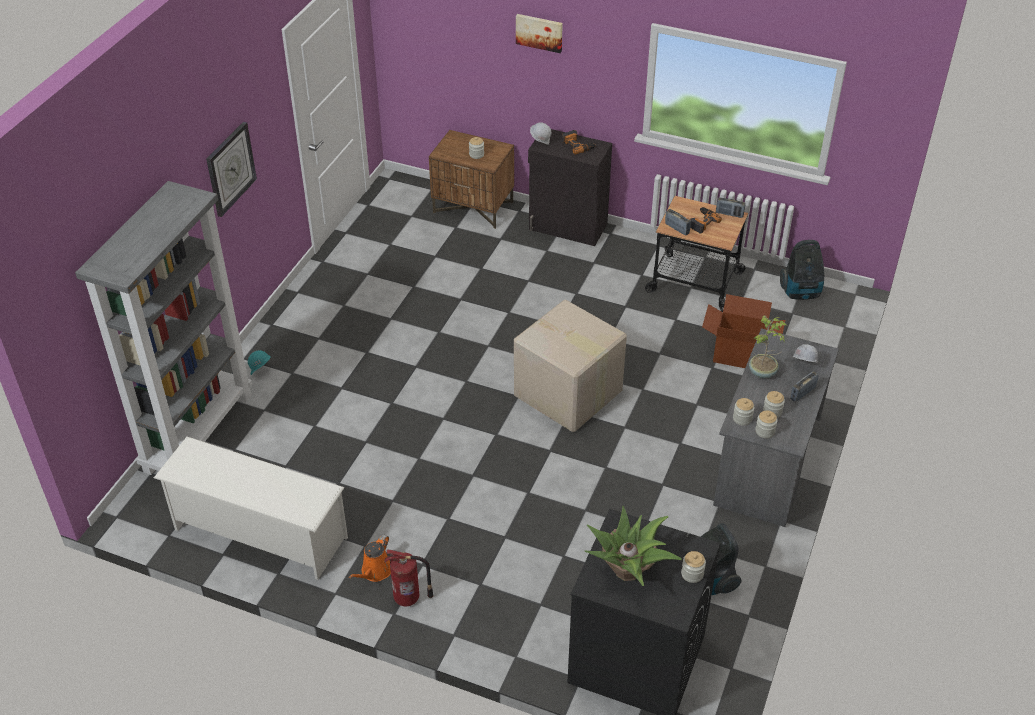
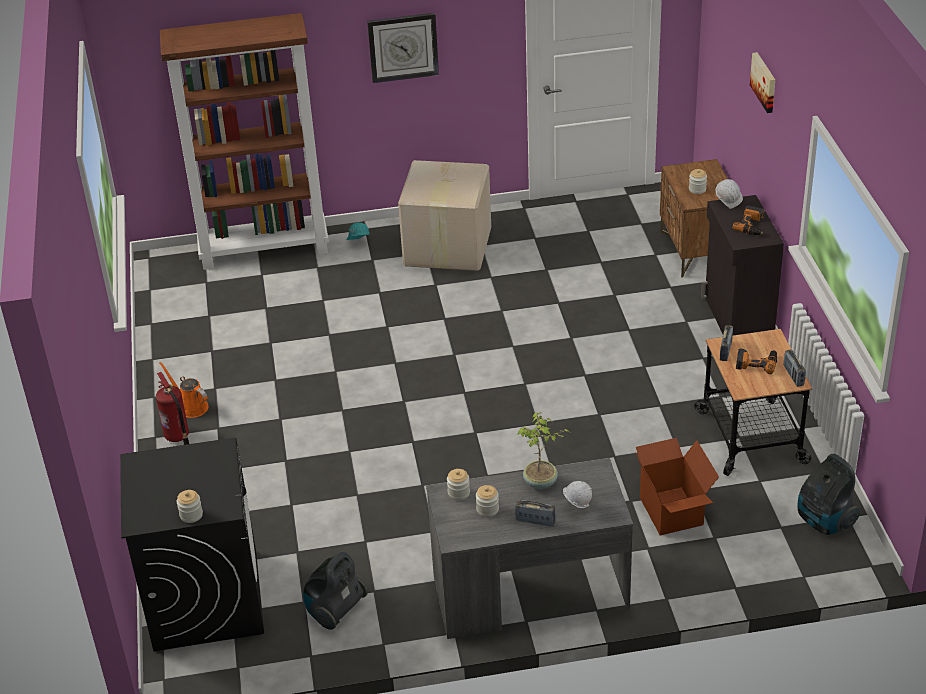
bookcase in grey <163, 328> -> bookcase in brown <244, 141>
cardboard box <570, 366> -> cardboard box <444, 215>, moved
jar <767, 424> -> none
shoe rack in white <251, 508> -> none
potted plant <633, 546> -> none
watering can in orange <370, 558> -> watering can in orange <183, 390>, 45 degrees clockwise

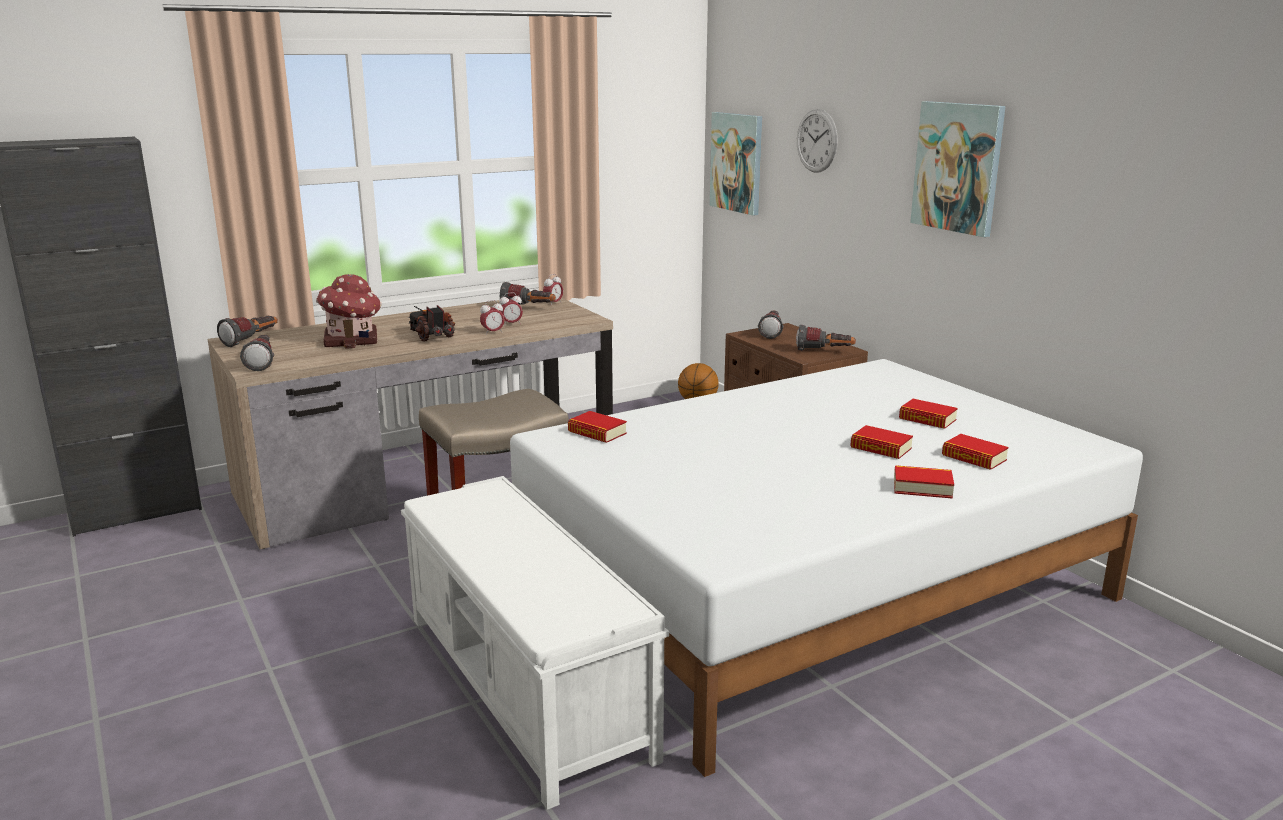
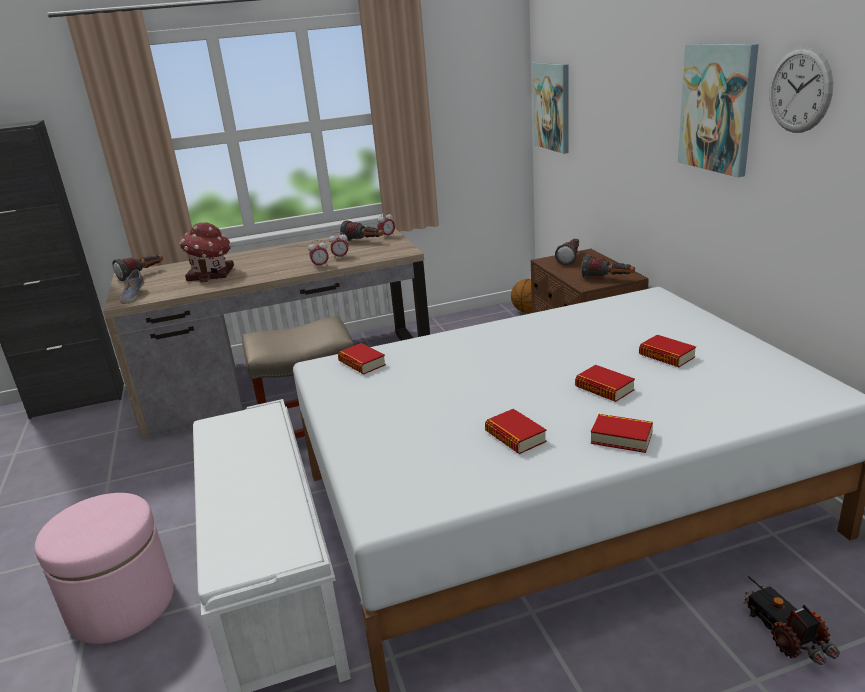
wall clock <817, 141> -> wall clock <801, 89>, moved
toy truck <431, 323> -> toy truck <791, 620>, moved
flashlight <257, 353> -> shoe <132, 287>
book <975, 452> -> book <516, 431>, moved
none -> ottoman in pink <104, 568>

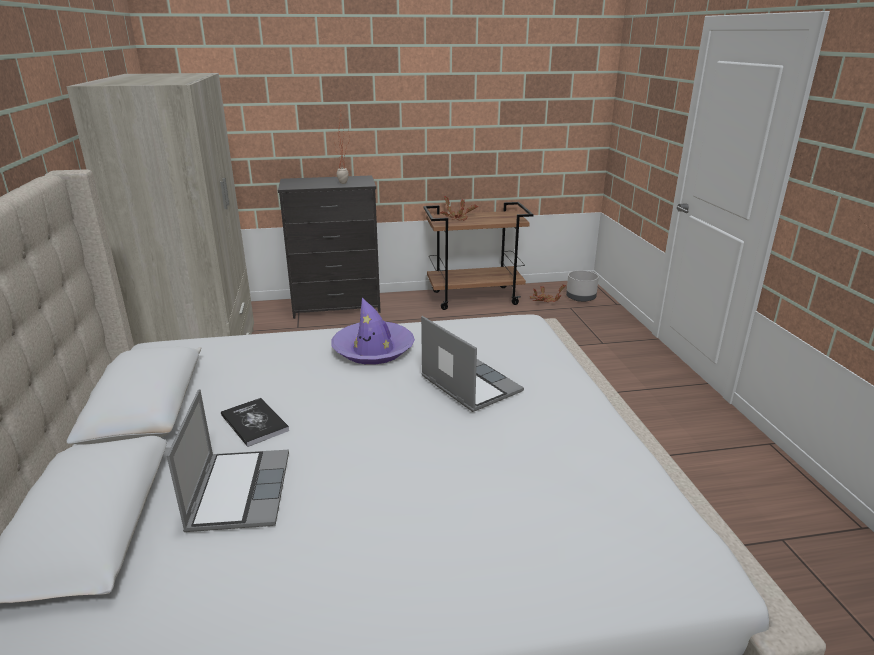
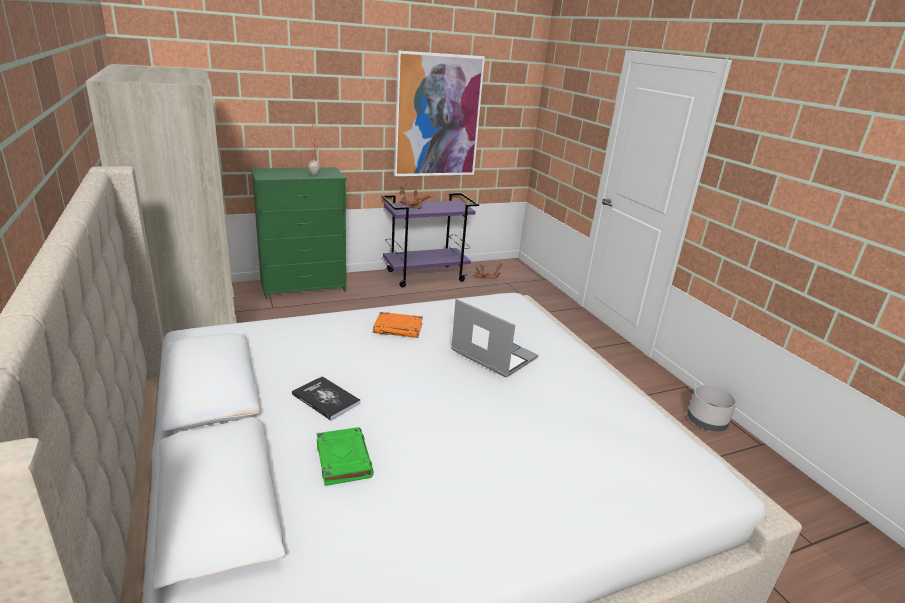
dresser in black <329, 247> -> dresser in green <299, 233>
cart in brown <479, 256> -> cart in purple <430, 240>
planter in grey <582, 286> -> planter in grey <712, 408>, moved
hat in purple <373, 331> -> book in orange <398, 325>
laptop <228, 460> -> book in green <345, 456>
none -> picture <439, 113>

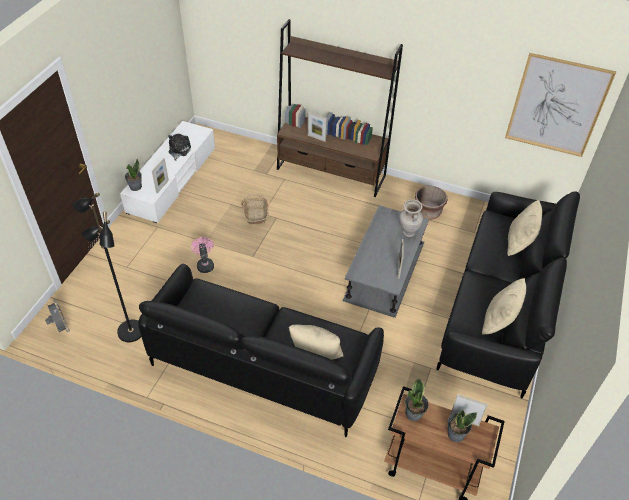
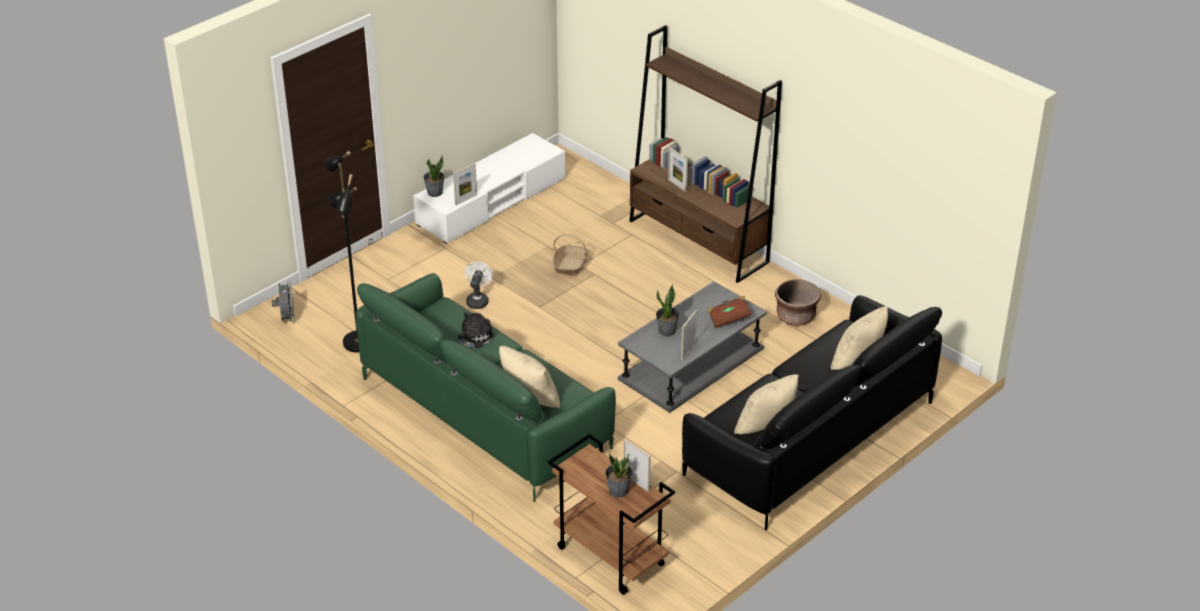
picture <560, 105> -> none
plush toy <179, 147> -> plush toy <476, 330>, moved
vase in beige <411, 218> -> book in brown <729, 312>
fan in pink <202, 255> -> fan in white <478, 285>
sofa in black <261, 350> -> sofa in green <486, 387>
potted plant <417, 399> -> potted plant <668, 310>, moved

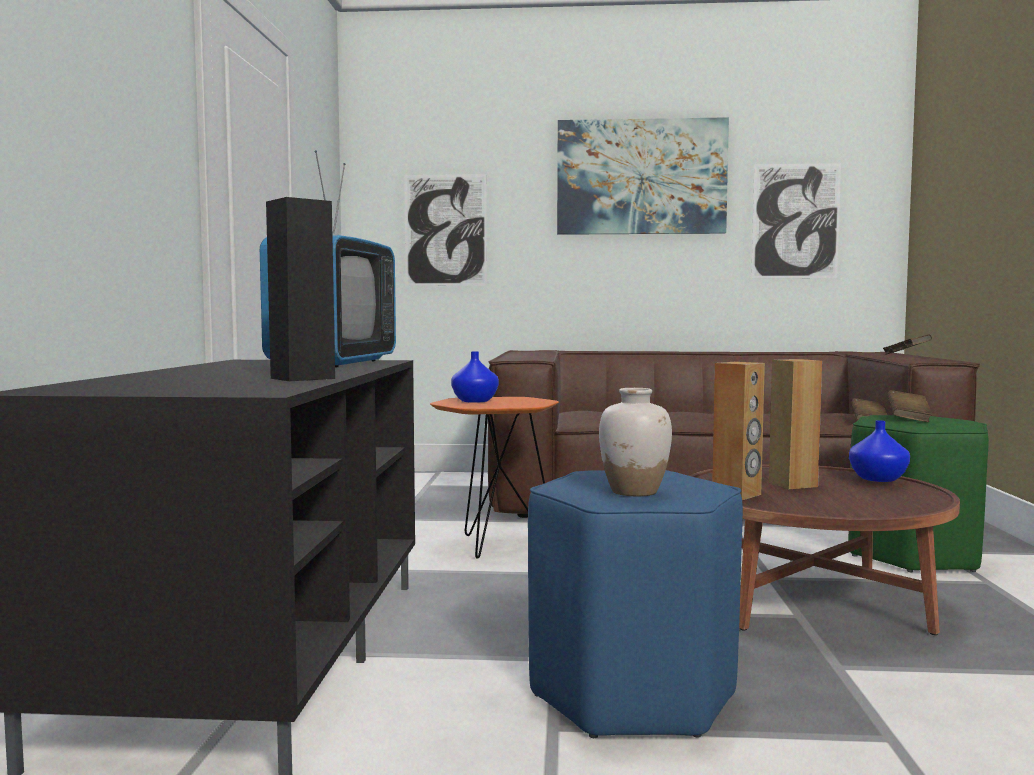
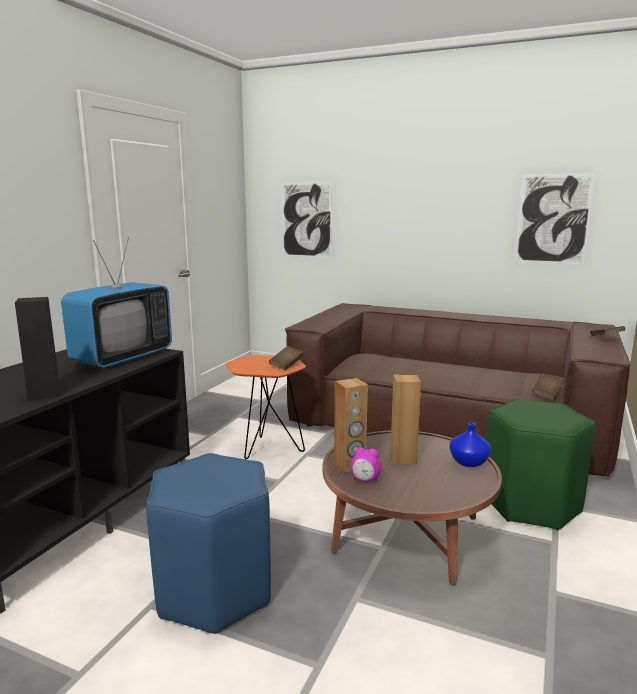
picture <643, 176> -> none
vase in blue <475, 377> -> none
vase in white <635, 442> -> none
book in brown <909, 406> -> book in brown <286, 358>, moved
none -> alarm clock <366, 465>

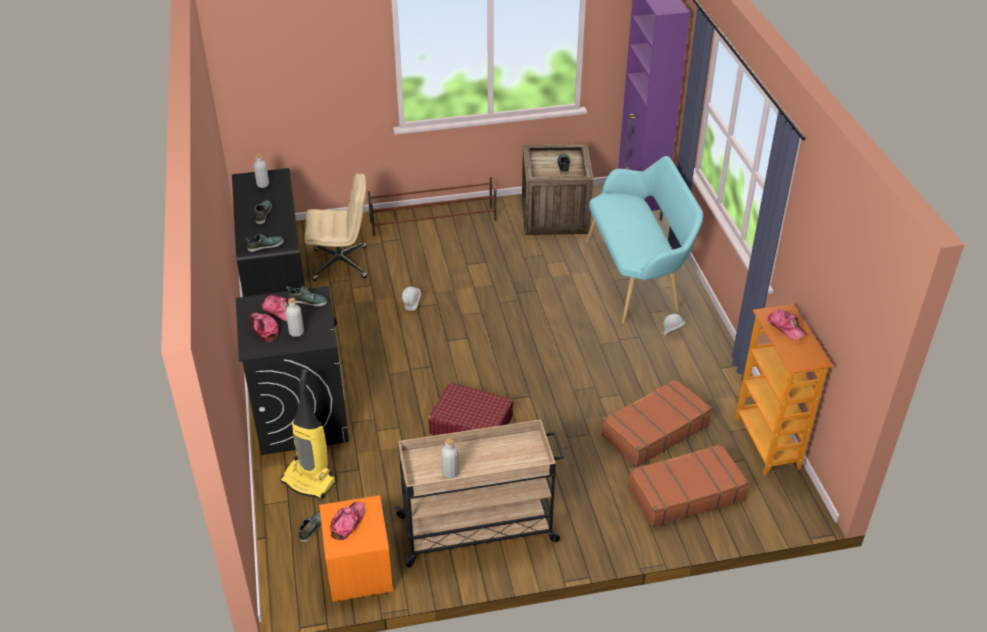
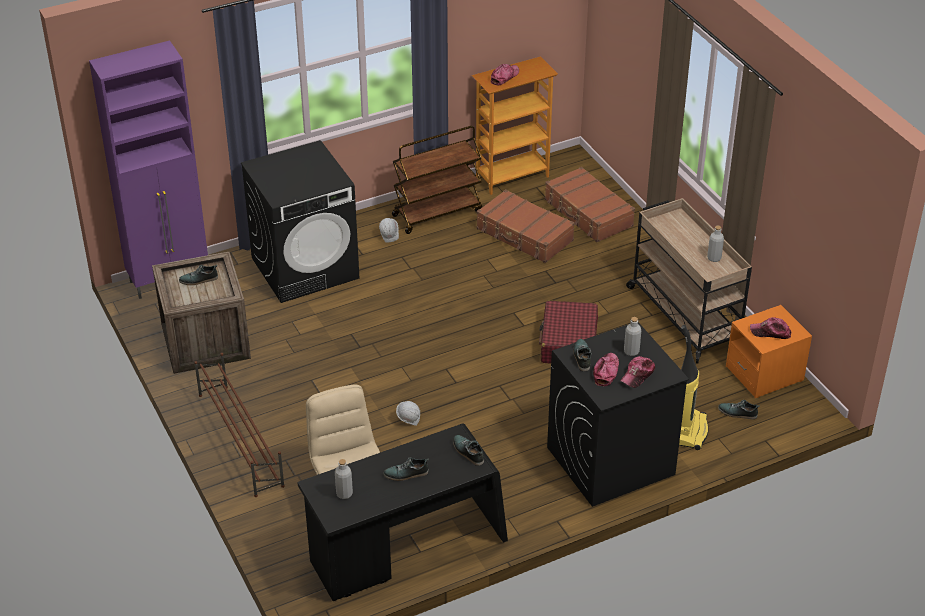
bench in turquoise <644, 240> -> washing machine in black <300, 221>
none -> cart in brown <437, 180>

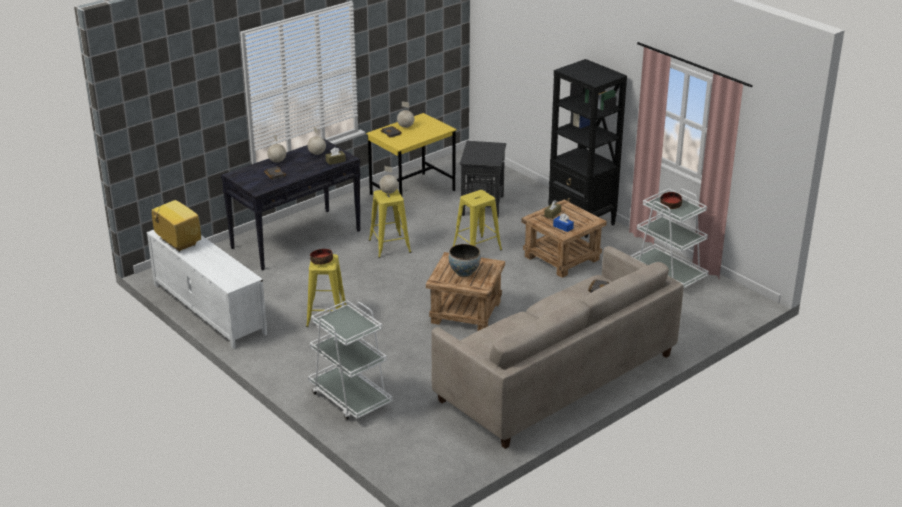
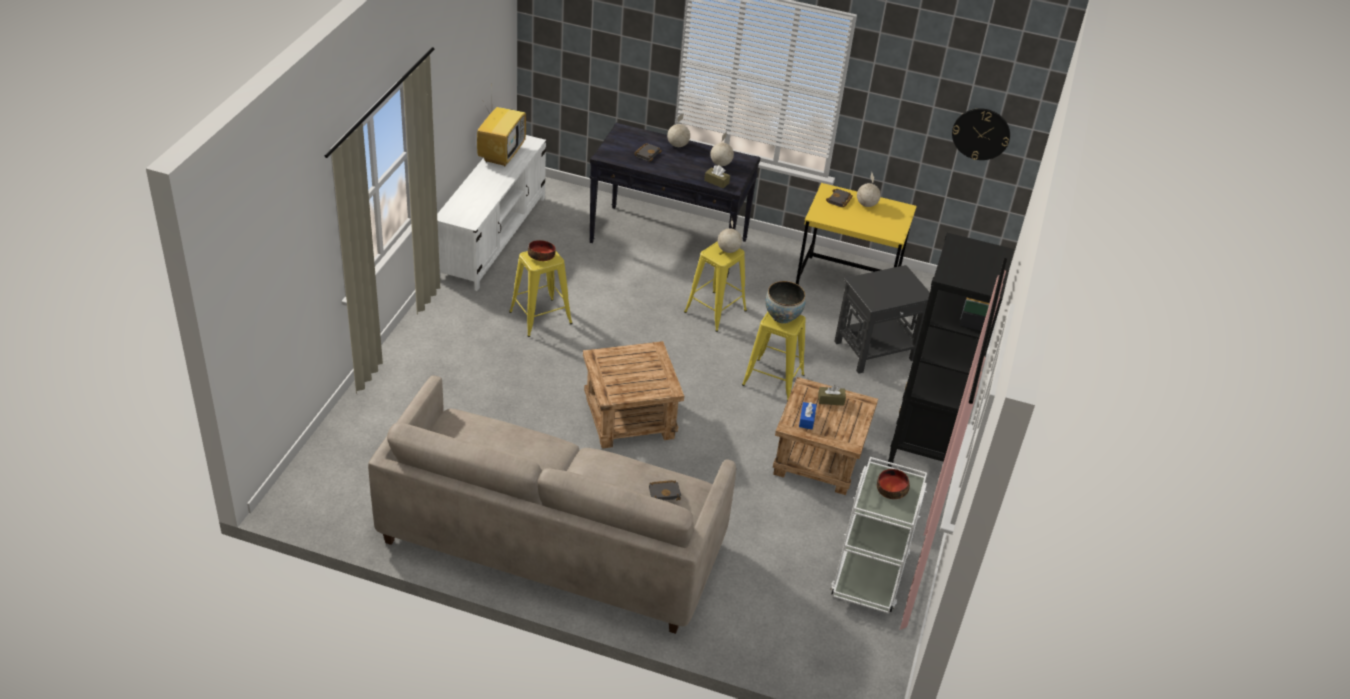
bowl <465, 260> -> bowl <785, 302>, moved
cart in white <350, 360> -> none
none -> wall clock <981, 134>

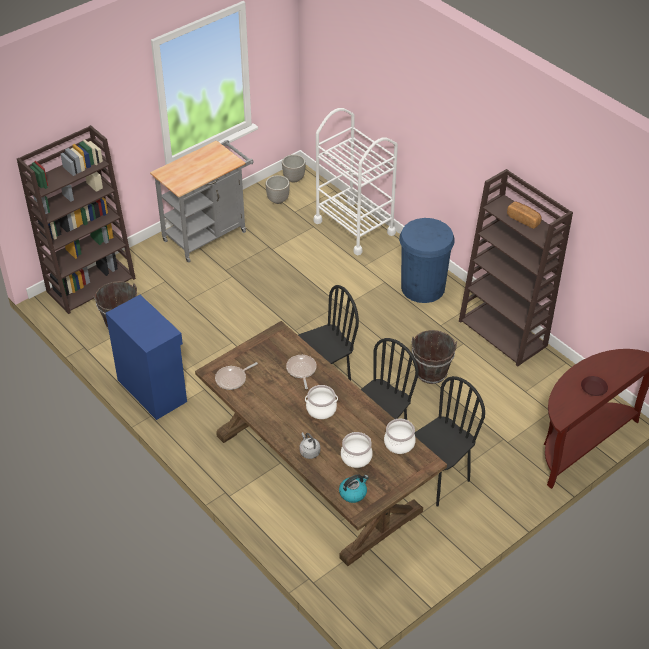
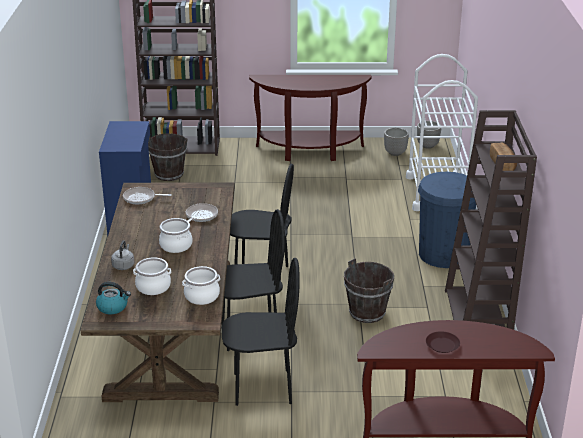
cart in grey <201, 201> -> console table in brown <310, 118>

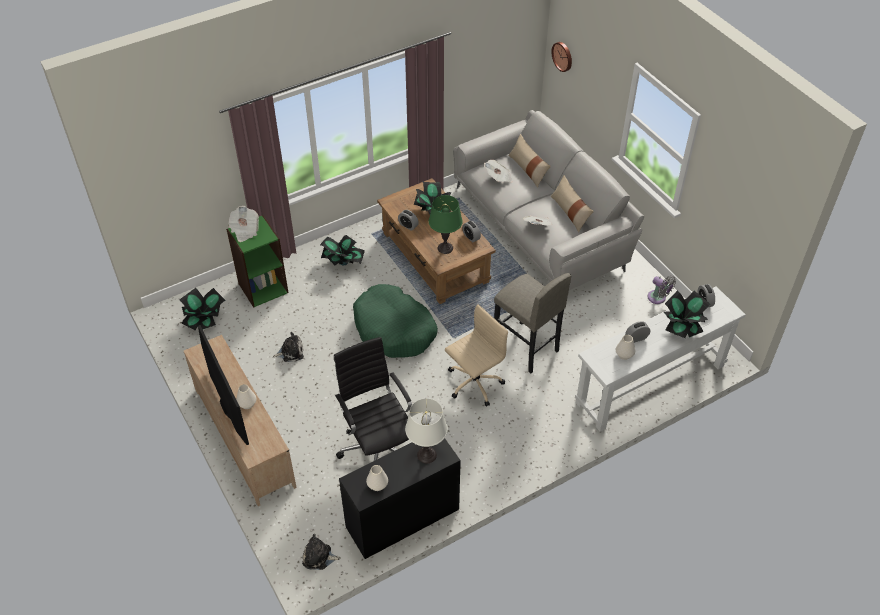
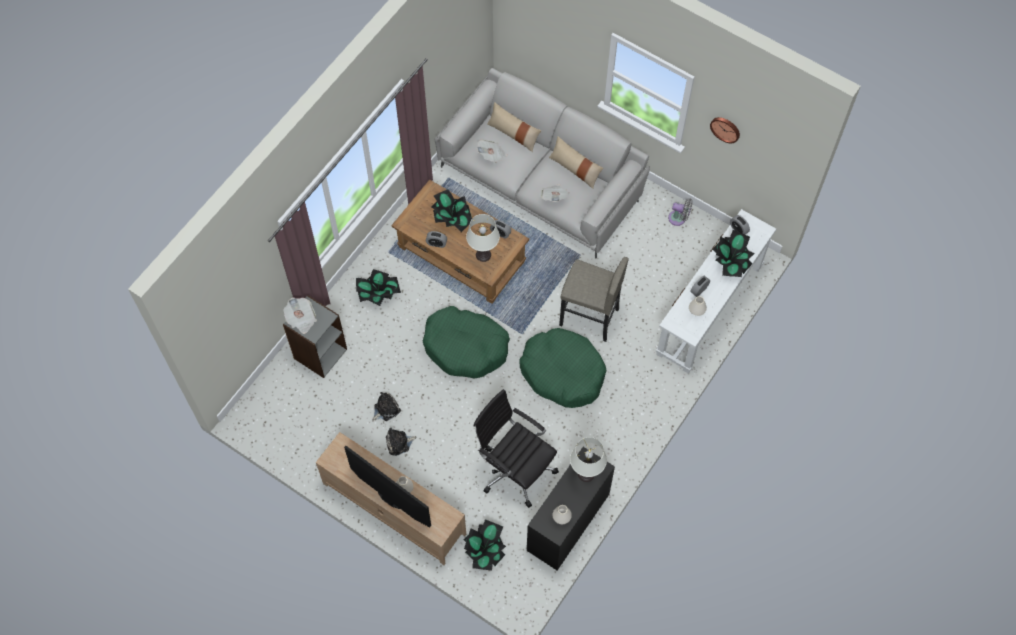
wall clock <561, 57> -> wall clock <725, 130>, moved
table lamp in green <446, 224> -> table lamp in white <483, 238>
bookcase in green <257, 261> -> bookcase in grey <315, 336>
potted plant <202, 309> -> potted plant <485, 545>, moved
office chair in beige <476, 355> -> dog bed in green <563, 368>
plush toy <321, 552> -> plush toy <401, 441>, moved

